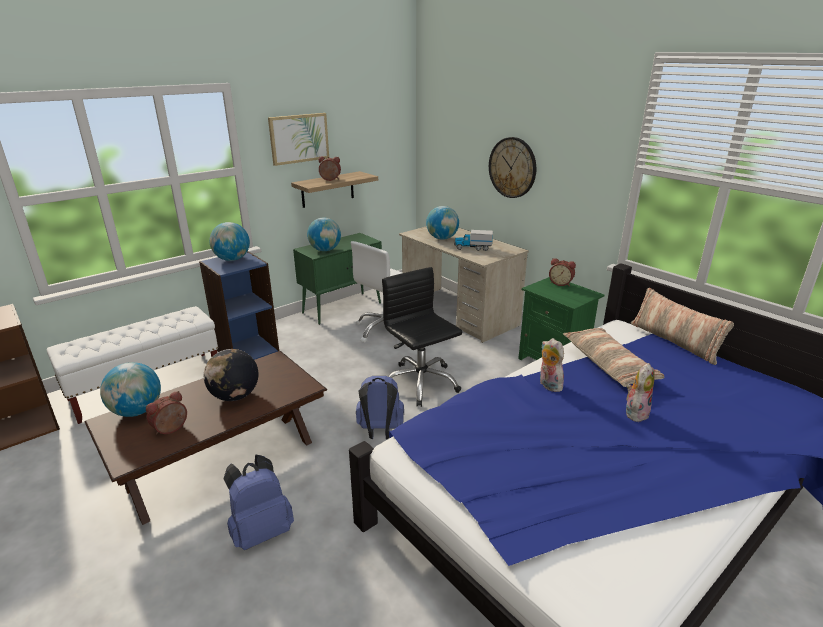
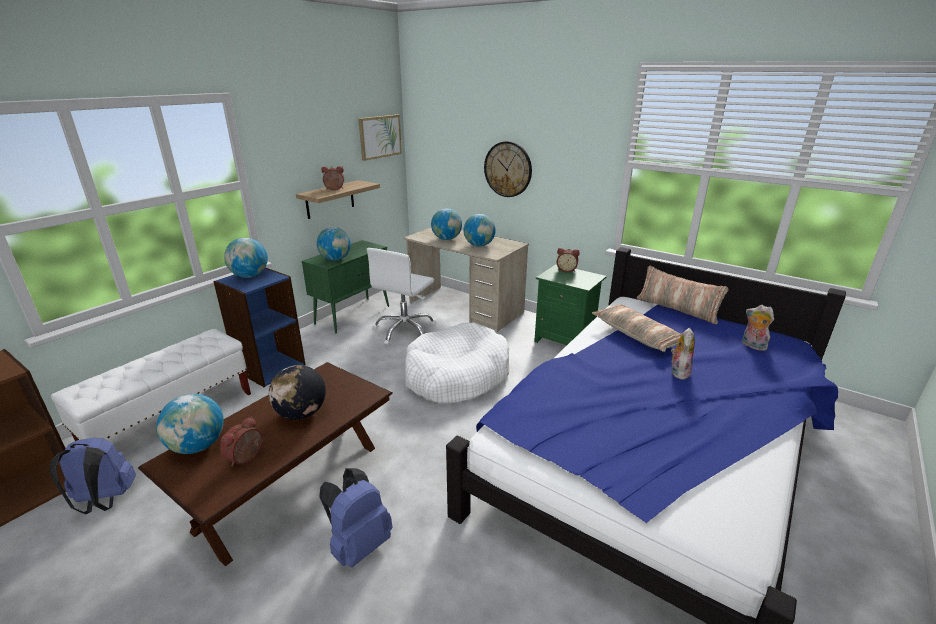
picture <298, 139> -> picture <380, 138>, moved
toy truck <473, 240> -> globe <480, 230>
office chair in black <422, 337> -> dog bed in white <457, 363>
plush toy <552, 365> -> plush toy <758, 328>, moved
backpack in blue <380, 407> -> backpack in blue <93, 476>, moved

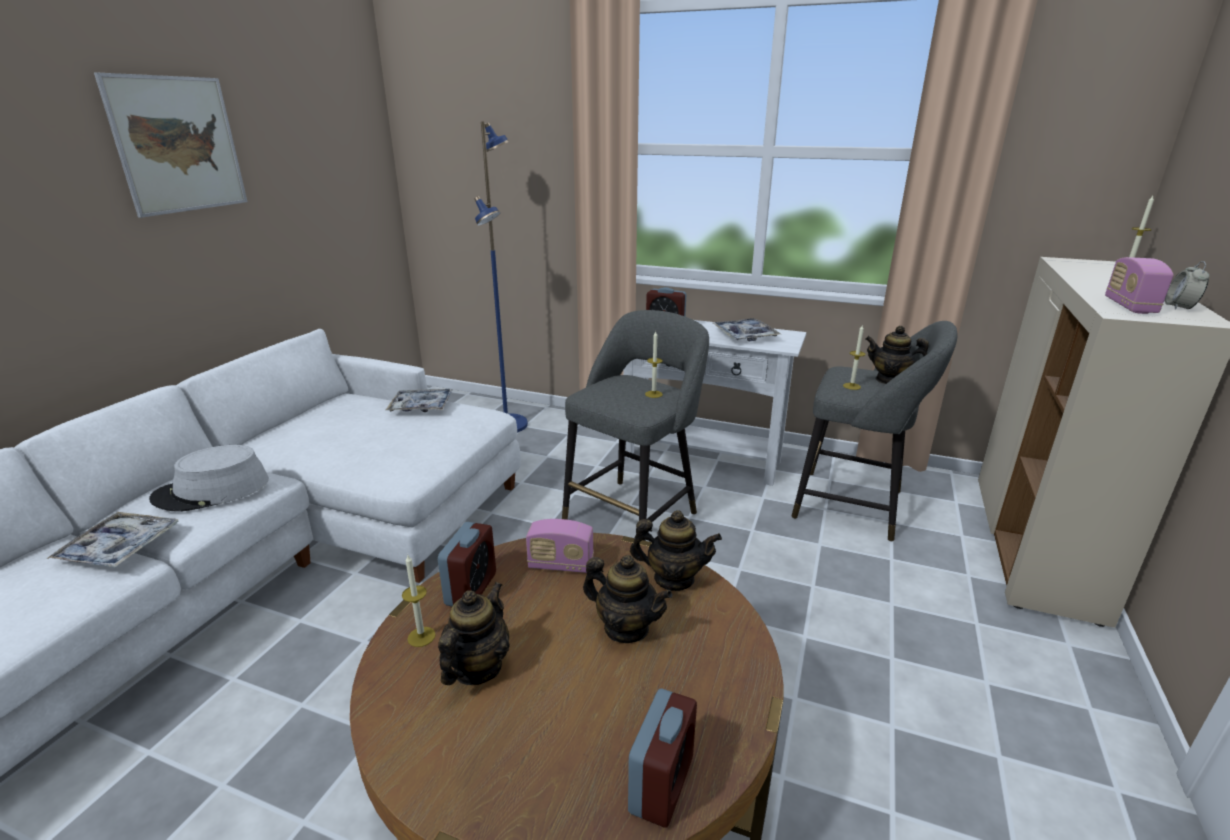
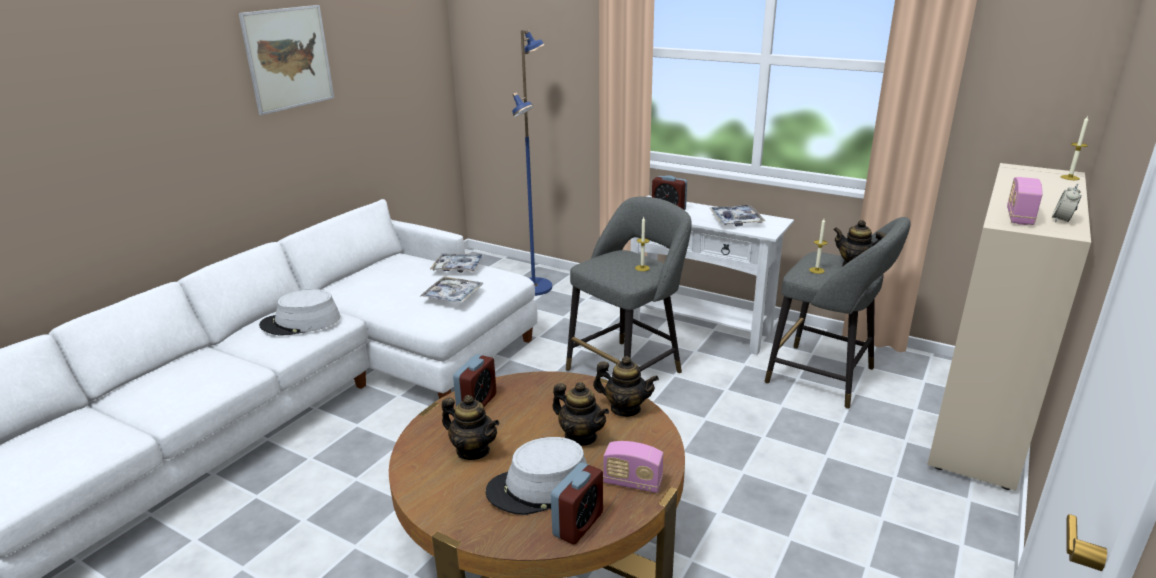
tray <113, 539> -> tray <451, 290>, moved
radio <560, 546> -> radio <633, 467>, moved
candle <419, 601> -> none
teapot <474, 633> -> teapot <470, 427>, 90 degrees clockwise
none -> hat in grey <536, 476>

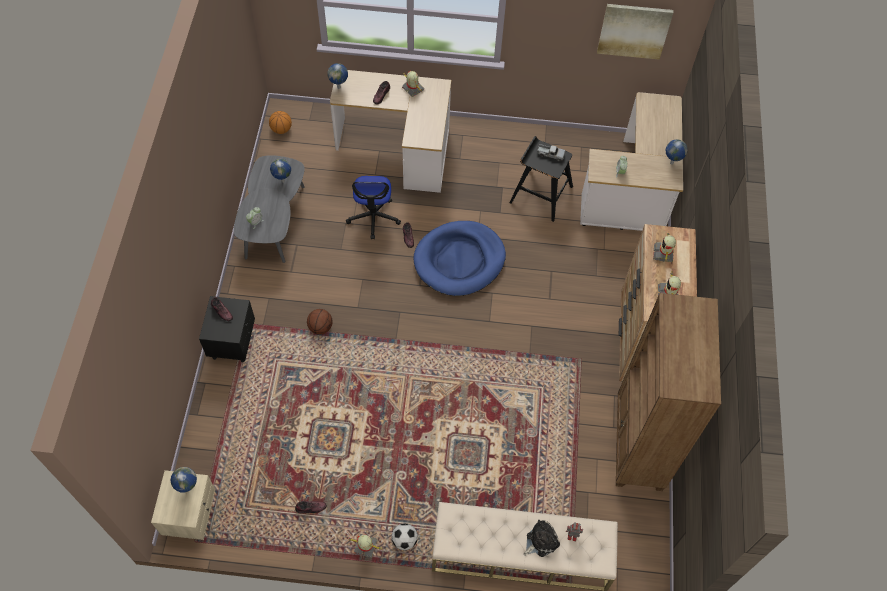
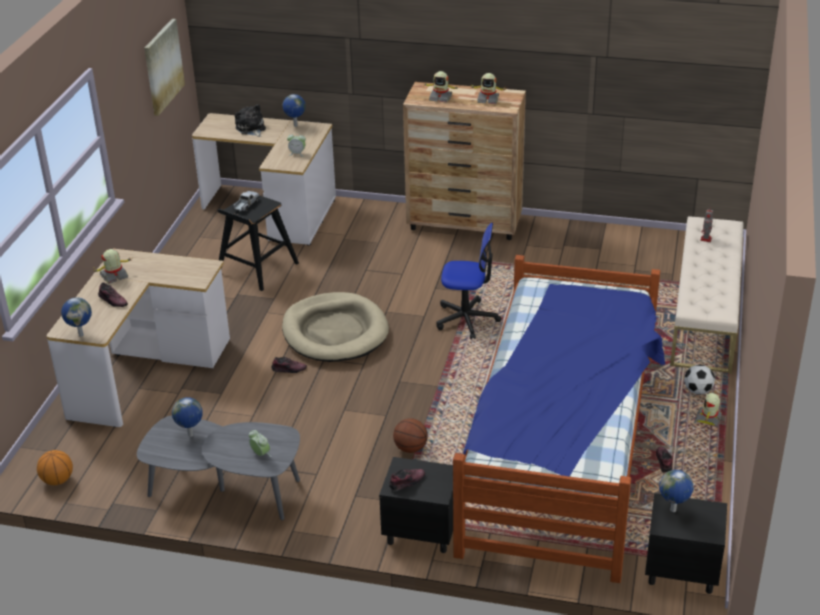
office chair <373, 207> -> office chair <468, 281>, moved
dog bed in blue <459, 258> -> dog bed in beige <335, 327>
bookcase in brown <668, 392> -> none
nightstand in beige <183, 505> -> nightstand in black <686, 543>
plush toy <542, 538> -> plush toy <250, 120>, moved
none -> bed <559, 419>

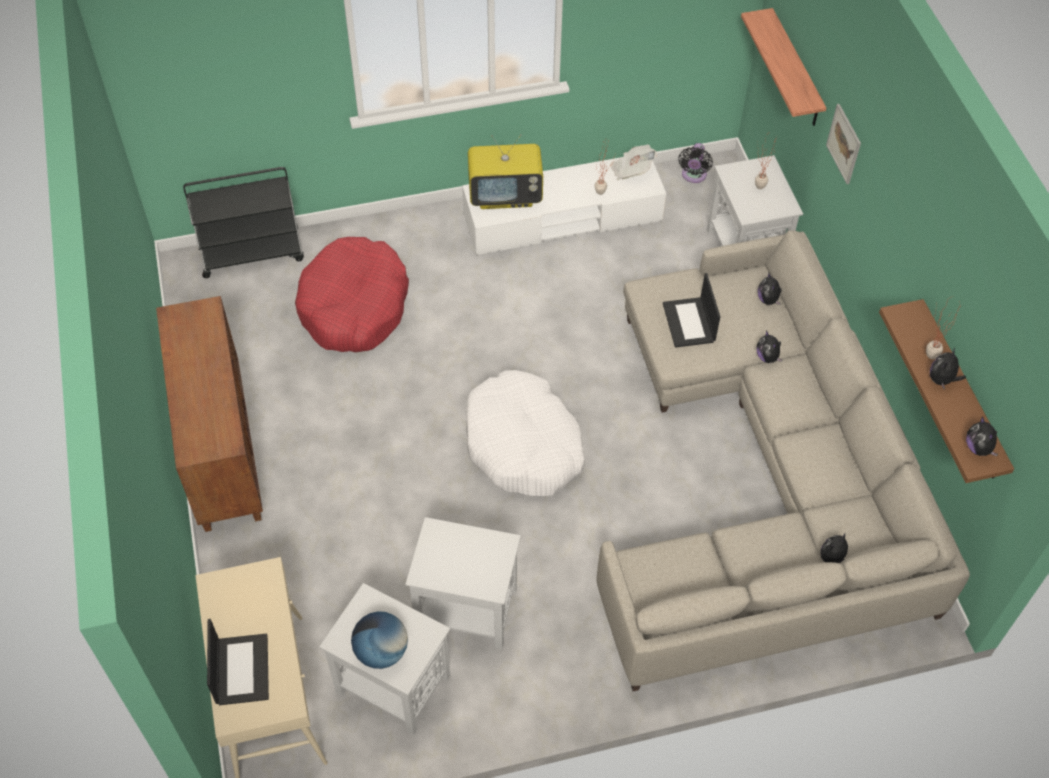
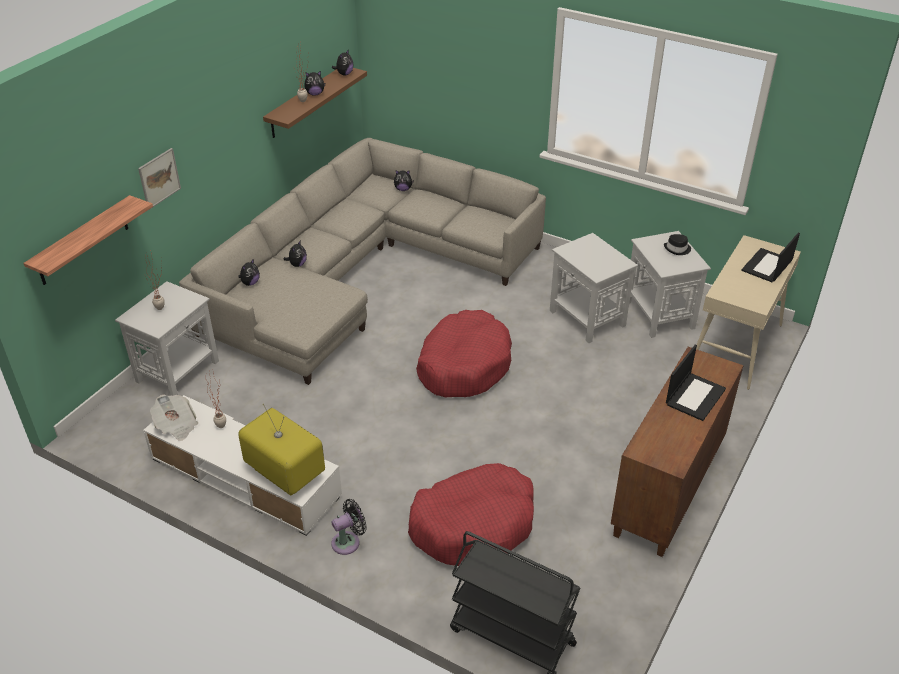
fan in black <696, 163> -> fan in black <349, 527>, moved
laptop <691, 310> -> laptop <696, 383>, moved
dog bed in white <525, 433> -> dog bed in red <464, 353>
globe <379, 640> -> hat in black <677, 244>

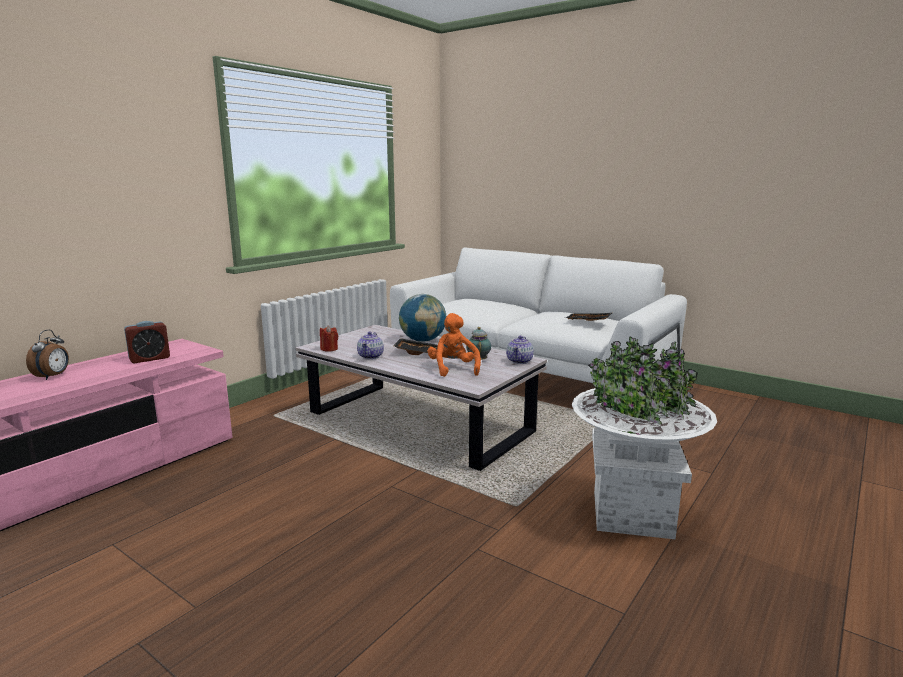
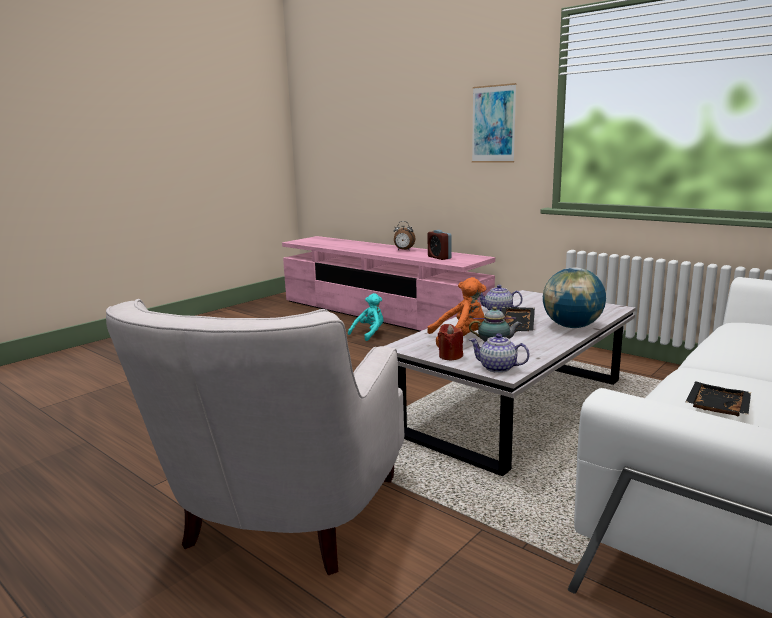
candle in red <329, 339> -> candle in red <450, 342>, moved
planter in white <644, 438> -> armchair in white <255, 437>
none -> picture <494, 123>
none -> plush toy in turquoise <366, 317>

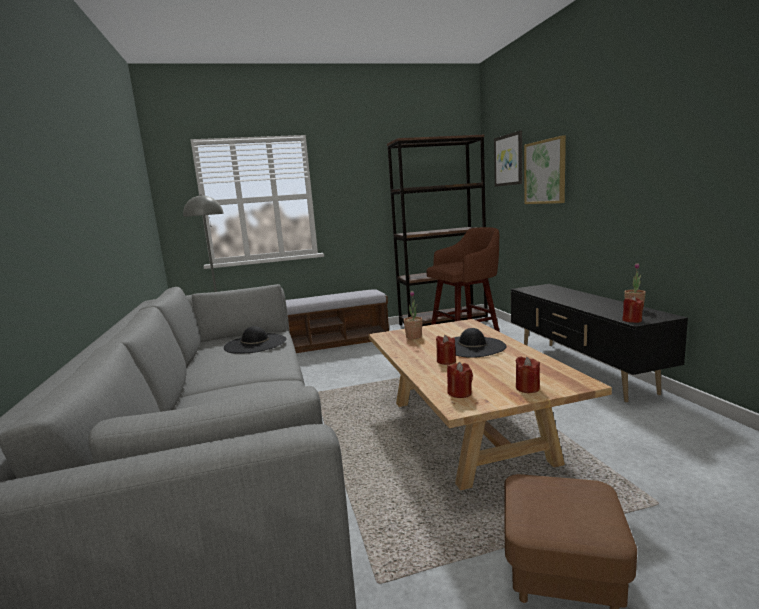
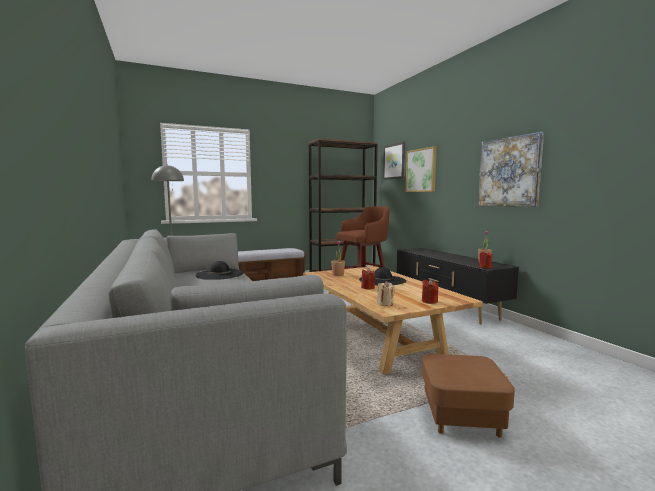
candle in red <460, 380> -> candle in beige <386, 293>
none -> picture <511, 169>

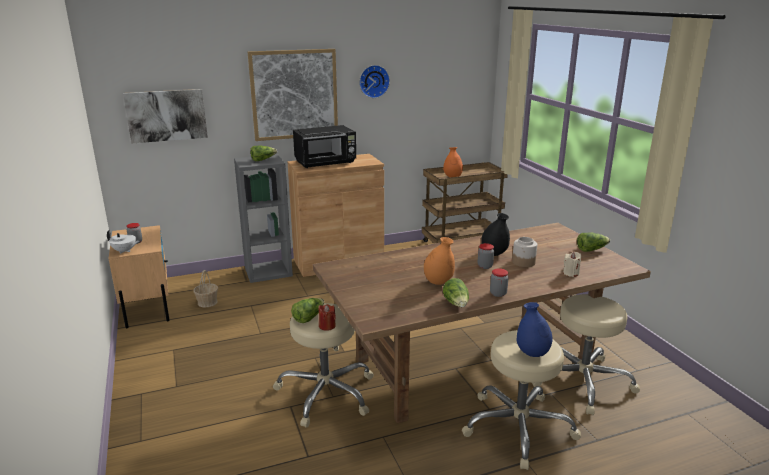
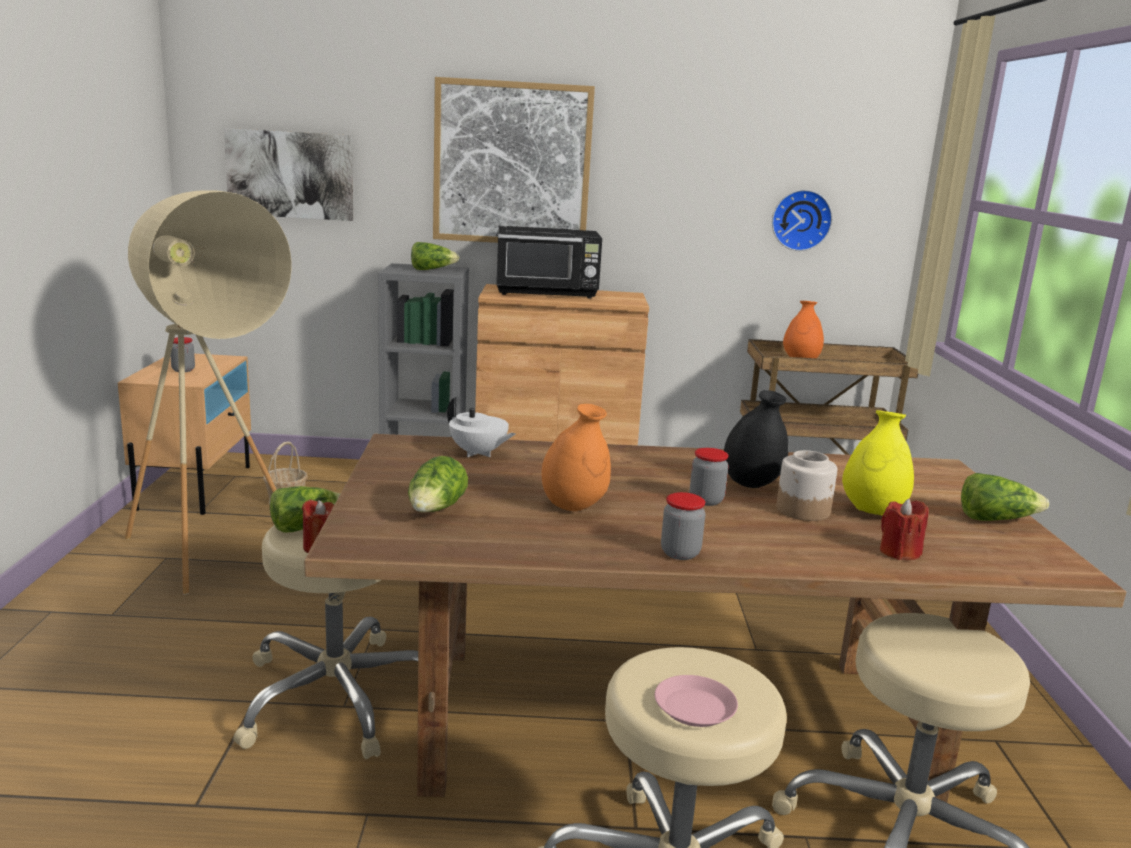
wall clock <374, 81> -> wall clock <802, 220>, moved
teapot in white <123, 242> -> teapot in white <481, 427>, moved
candle in beige <572, 264> -> candle in red <904, 529>
lettuce <456, 292> -> lettuce <438, 484>, moved
vase in blue <535, 329> -> plate in pink <696, 701>
none -> floor lamp in beige <208, 392>
none -> vase in yellow <878, 463>

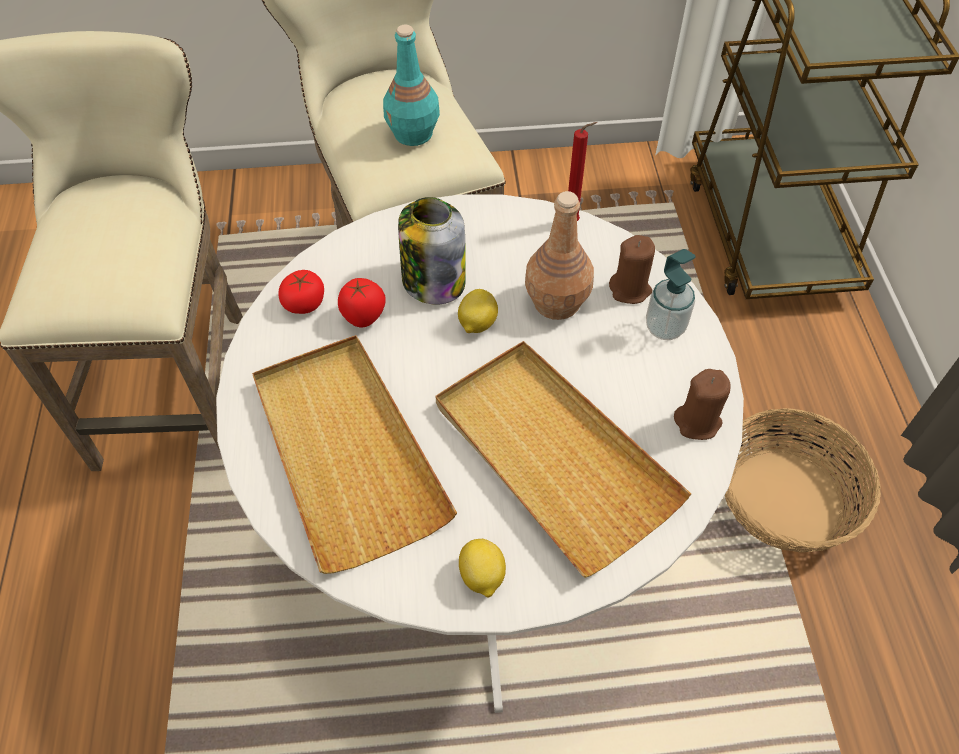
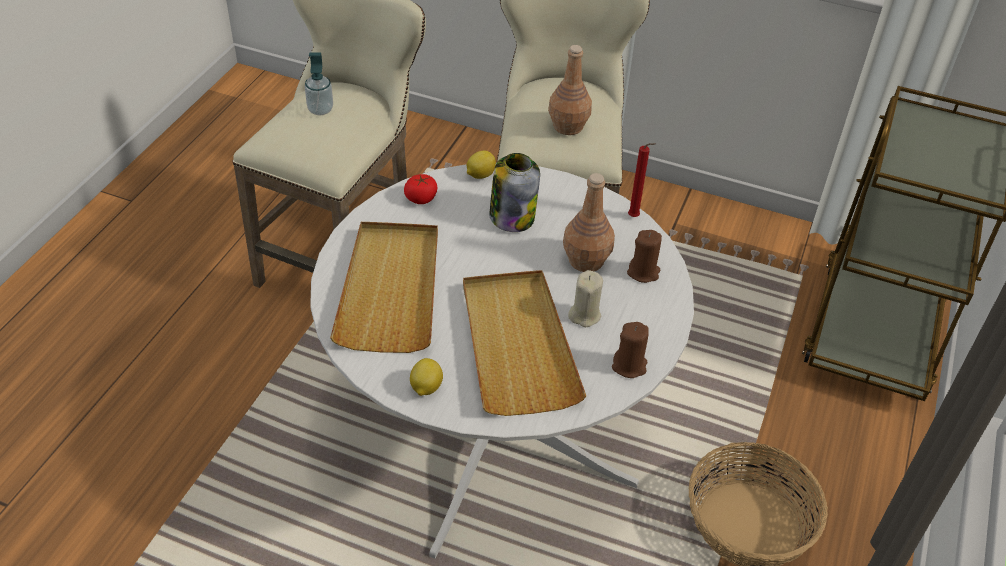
bottle in turquoise <411, 85> -> bottle in brown <570, 90>
soap dispenser <671, 294> -> soap dispenser <319, 84>, moved
tomato <362, 302> -> none
lemon <478, 311> -> lemon <481, 165>, moved
none -> candle in beige <585, 298>

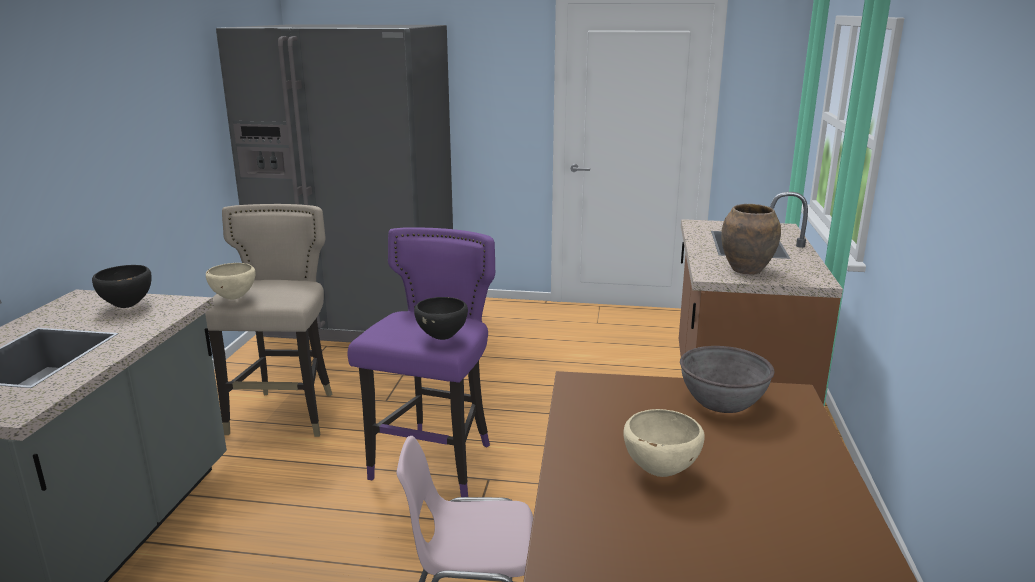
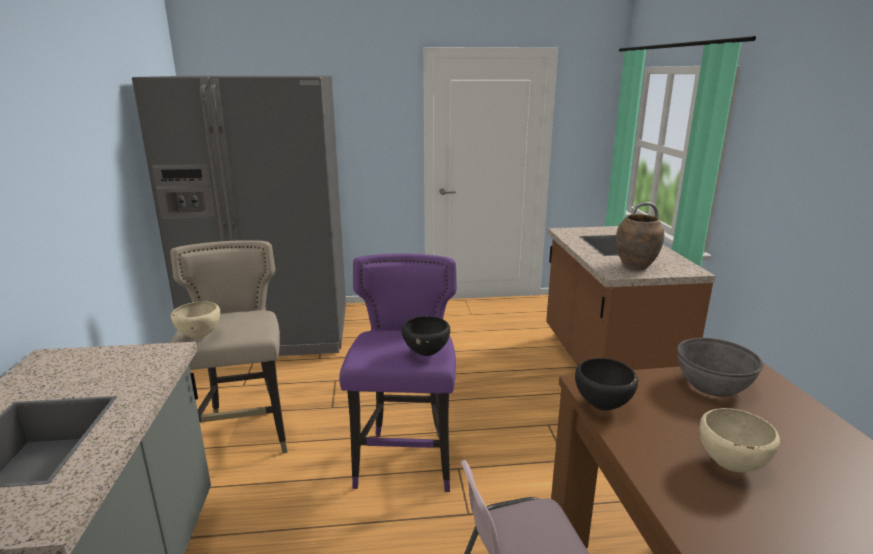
bowl in black <122, 286> -> bowl in black <606, 384>, moved

